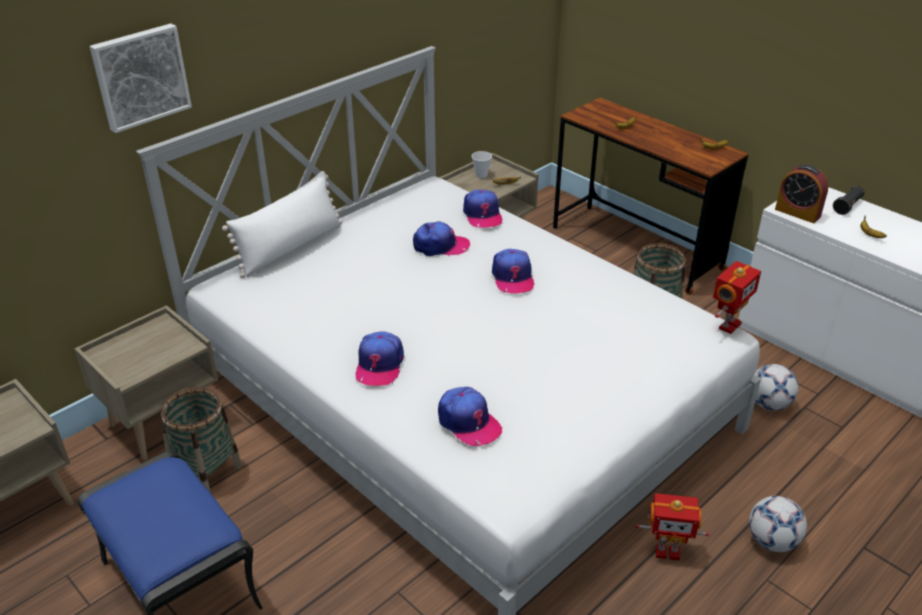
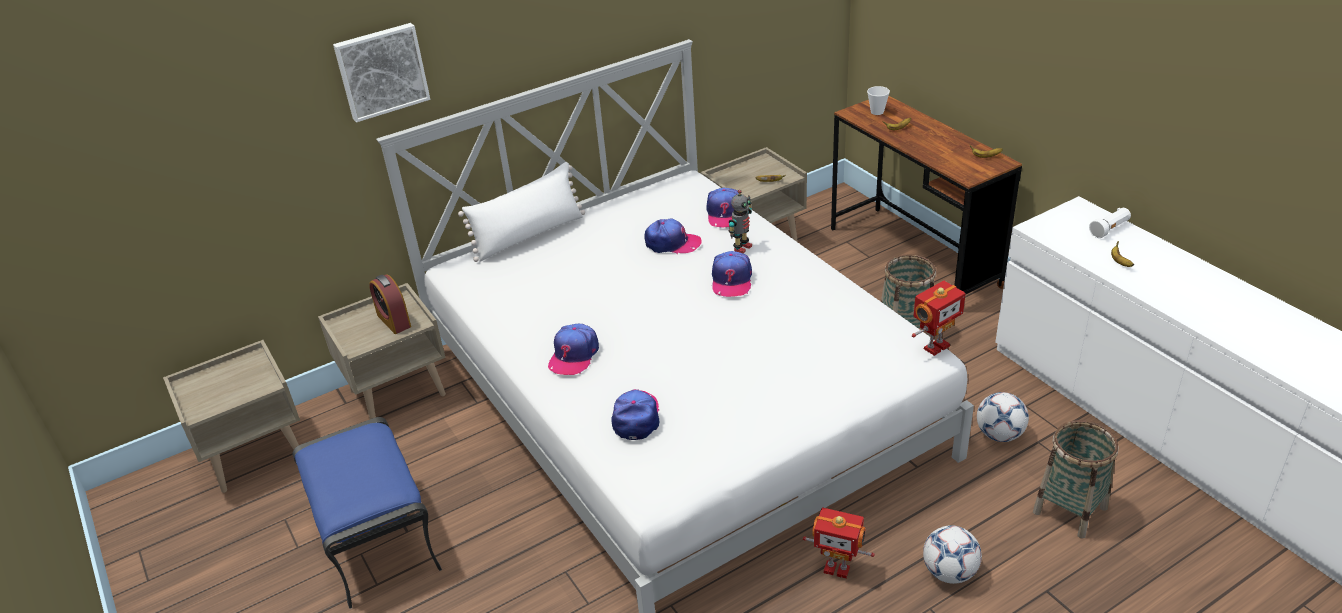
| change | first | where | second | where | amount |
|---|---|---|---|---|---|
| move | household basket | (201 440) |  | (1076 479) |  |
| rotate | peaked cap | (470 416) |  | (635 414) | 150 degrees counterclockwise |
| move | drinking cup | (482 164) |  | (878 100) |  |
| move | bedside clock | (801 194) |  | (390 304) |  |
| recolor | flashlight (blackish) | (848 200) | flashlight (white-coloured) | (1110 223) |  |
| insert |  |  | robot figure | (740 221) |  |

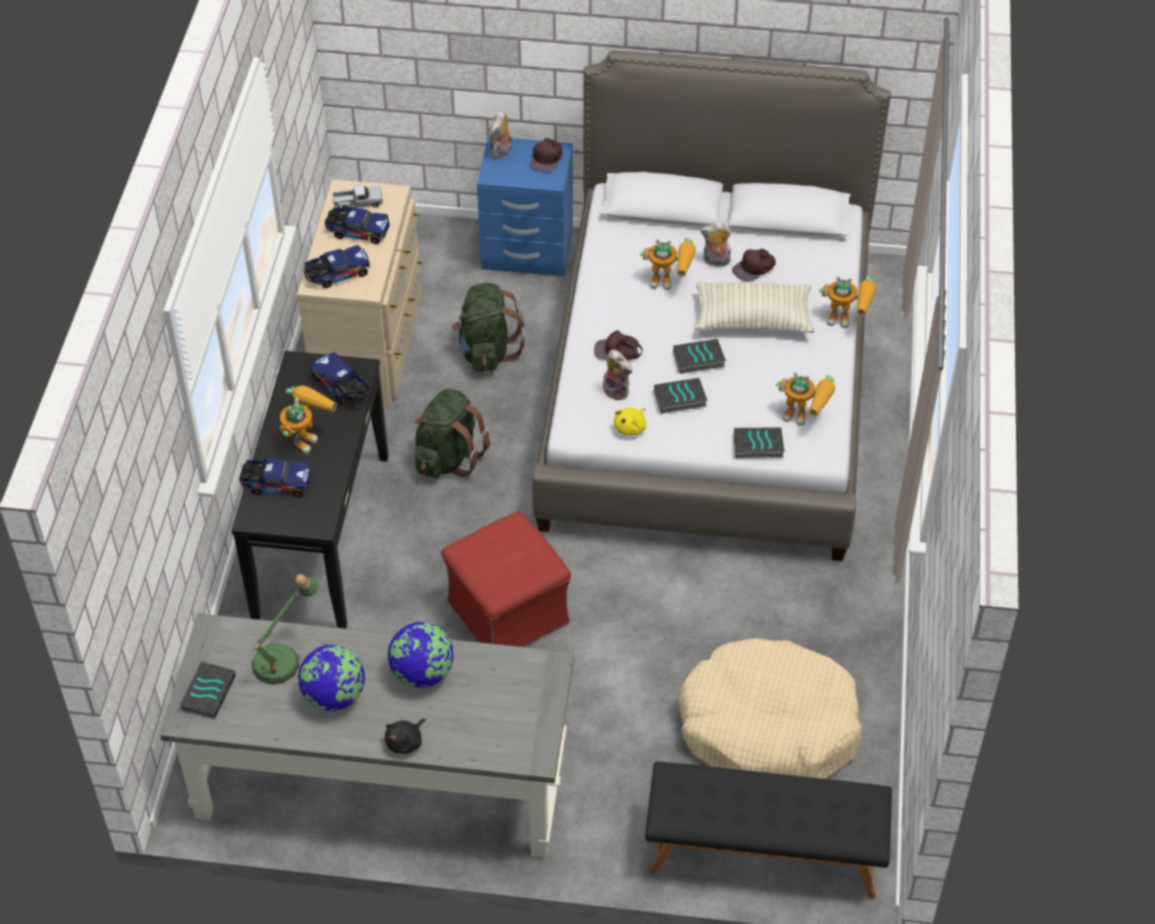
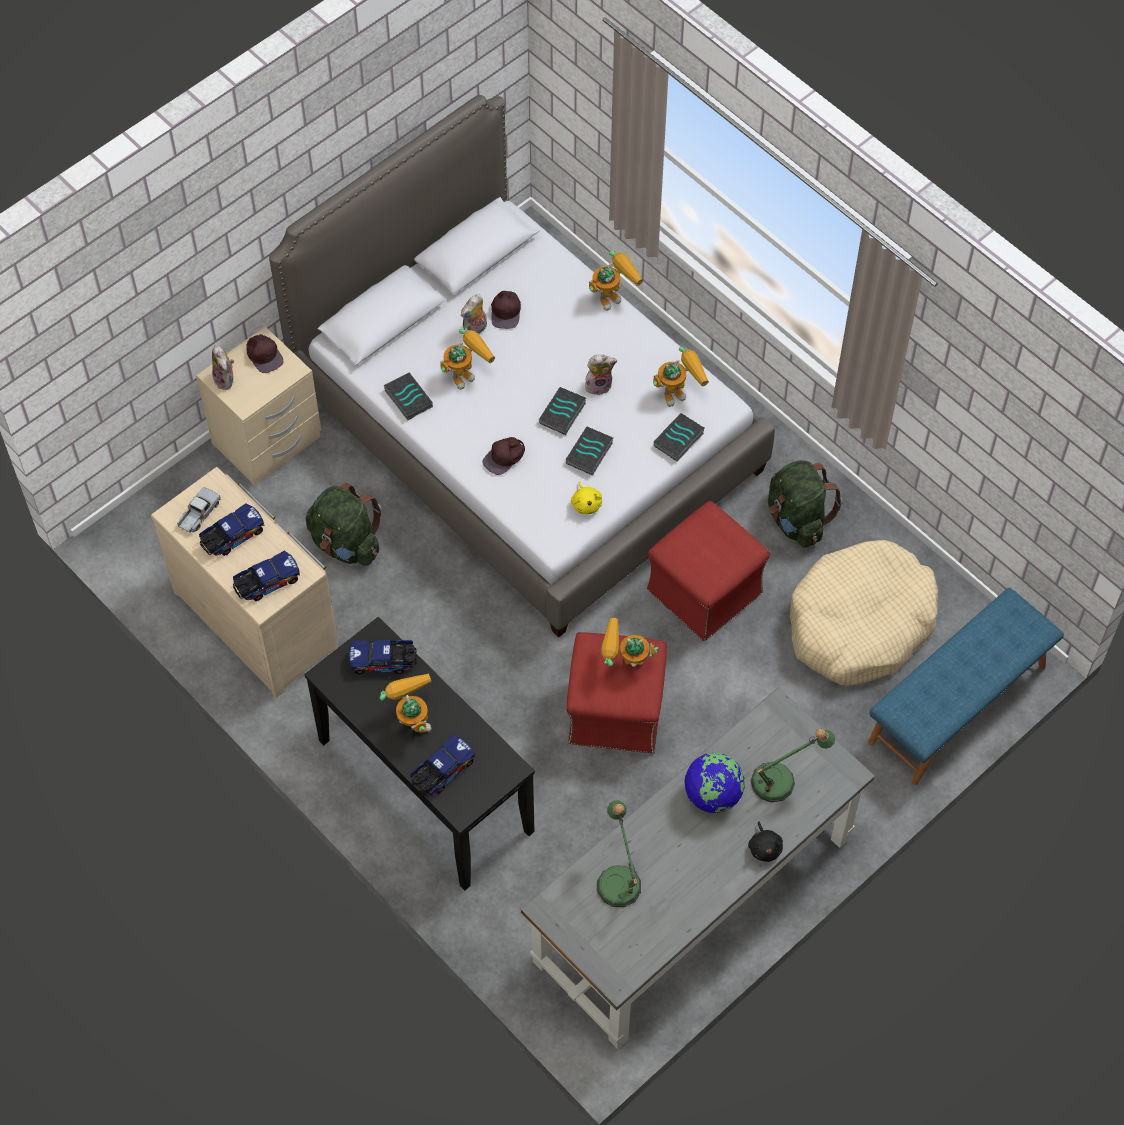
| change | first | where | second | where | amount |
|---|---|---|---|---|---|
| move | book | (207 690) |  | (408 396) |  |
| delete | desk globe | (331 678) |  |  |  |
| rotate | toy truck | (337 266) |  | (266 575) | 45 degrees clockwise |
| move | rucksack (green-coloured) | (452 433) |  | (805 504) |  |
| recolor | night table (bluish) | (525 206) | night table (beige-coloured) | (258 406) |  |
| move | soft toy | (617 375) |  | (601 374) |  |
| recolor | long seat (blackish) | (768 830) | long seat (bluish) | (966 686) |  |
| delete | pillow | (754 307) |  |  |  |
| insert |  |  | robot figure | (629 642) |  |
| insert |  |  | ottoman (reddish) | (708 571) |  |
| insert |  |  | table lamp | (793 765) |  |

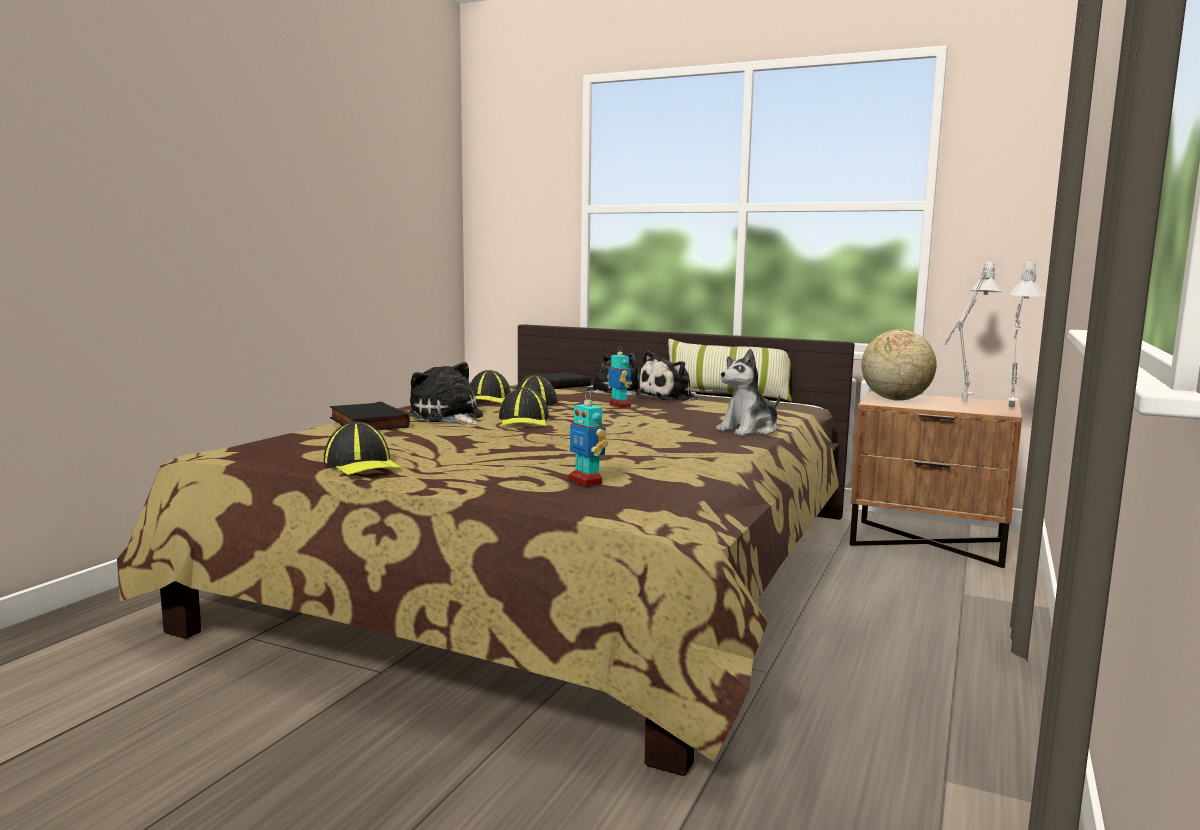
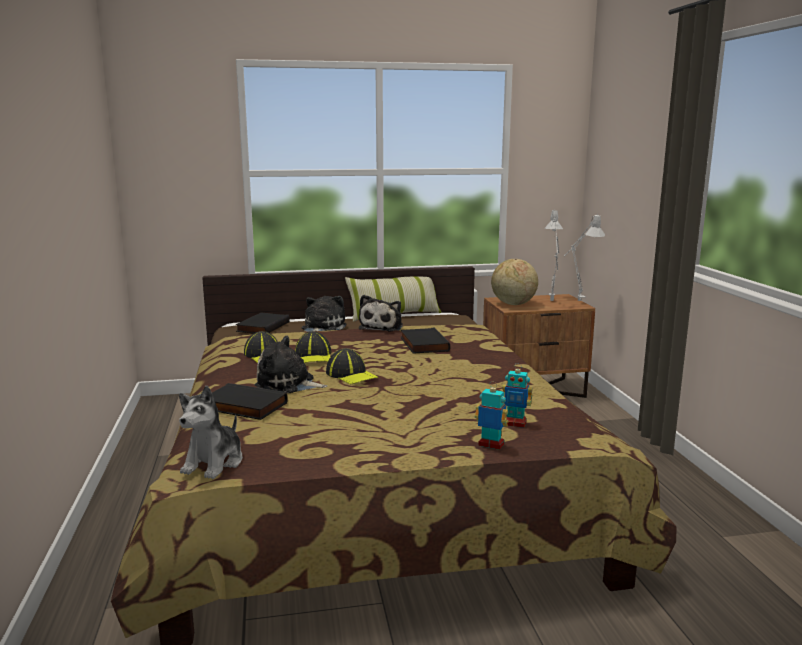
| change | first | where | second | where | amount |
|---|---|---|---|---|---|
| delete | peaked cap | (363 448) |  |  |  |
| move | robot figure | (619 379) |  | (492 415) |  |
| move | soft toy | (748 392) |  | (211 432) |  |
| insert |  |  | book (blackish) | (425 340) |  |

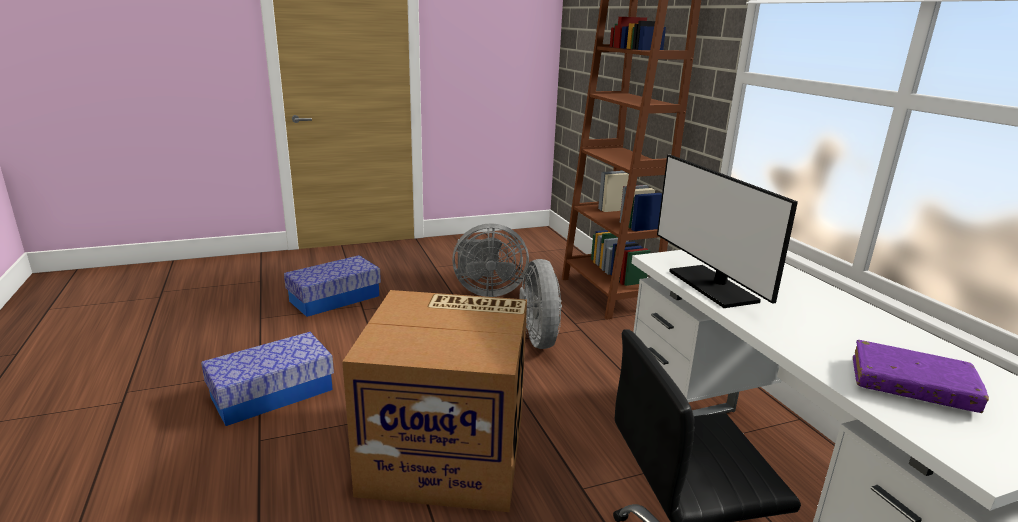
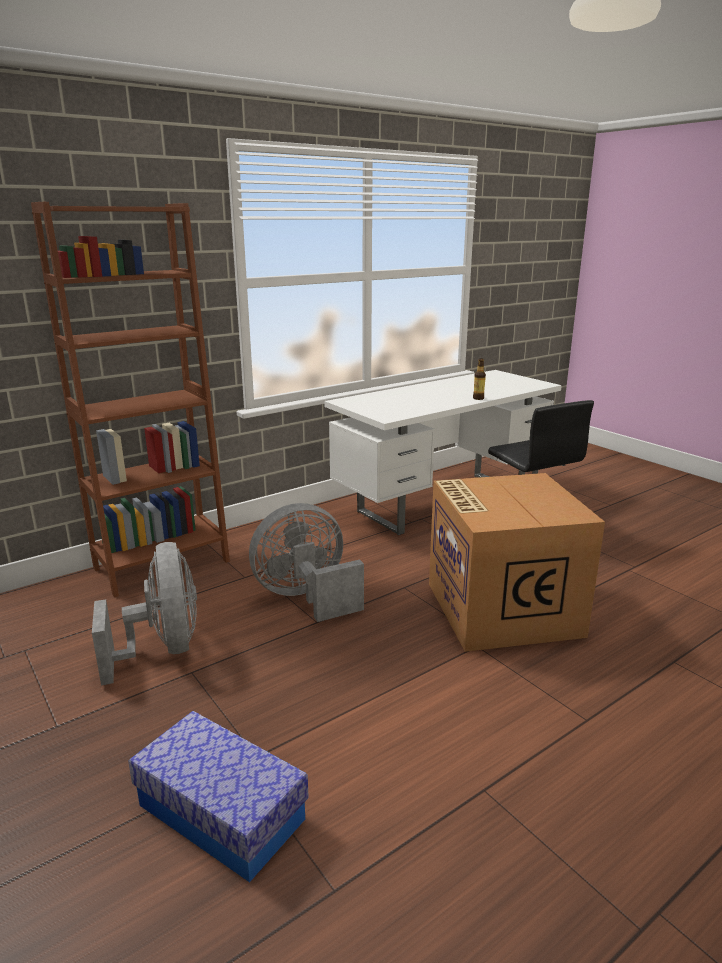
| change | first | where | second | where | amount |
|---|---|---|---|---|---|
| delete | storage bin | (267 379) |  |  |  |
| delete | computer screen | (727 231) |  |  |  |
| delete | book (purple) | (921 376) |  |  |  |
| insert |  |  | bottle | (479 379) |  |

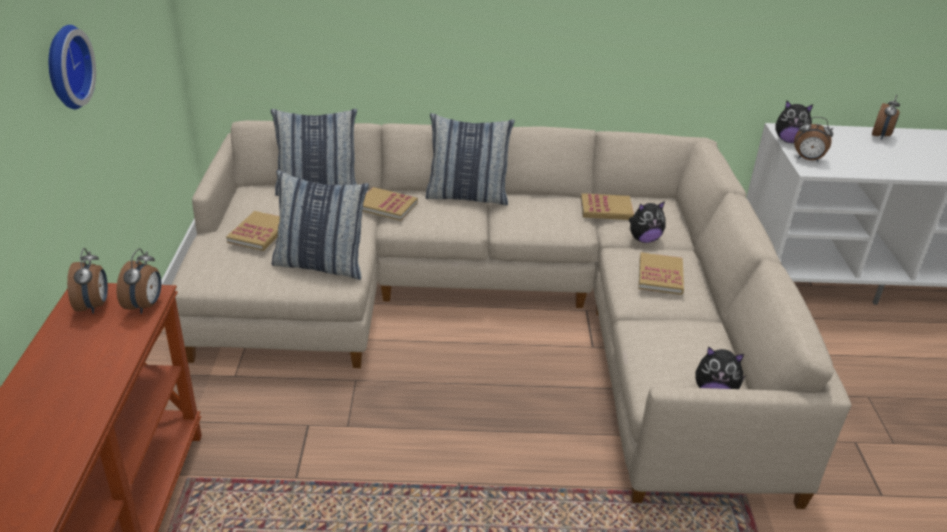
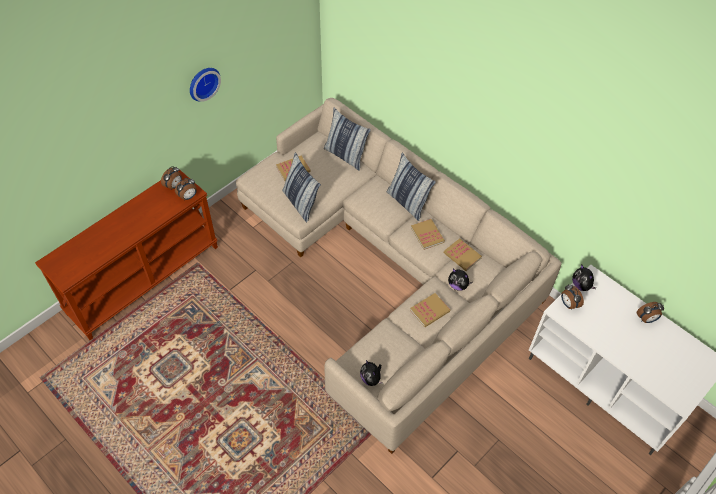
| change | first | where | second | where | amount |
|---|---|---|---|---|---|
| move | book | (390 204) |  | (428 234) |  |

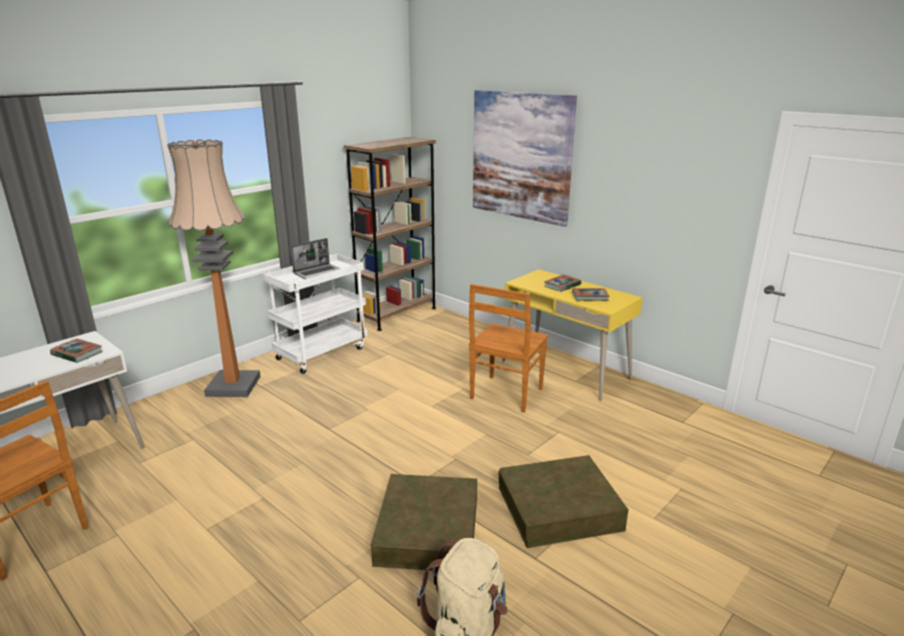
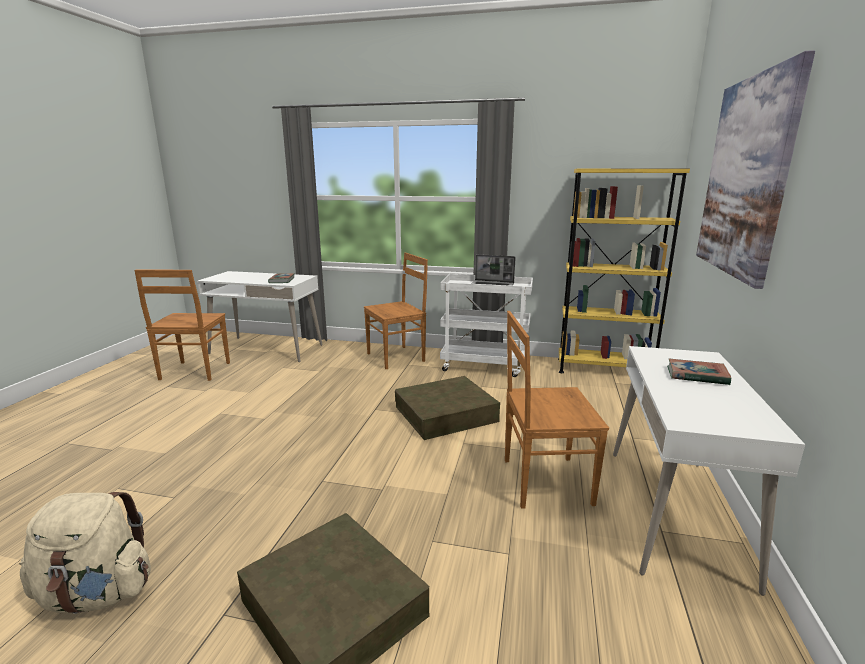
| change | first | where | second | where | amount |
|---|---|---|---|---|---|
| replace | floor lamp | (214 268) | plain chair (brown) | (396 311) |  |
| recolor | bookcase (brown) | (390 234) | bookcase (yellow-coloured) | (624 270) |  |
| move | storage bin (brown) | (424 522) |  | (447 408) |  |
| recolor | desk unit (yellow-coloured) | (572 335) | desk unit (white-coloured) | (709 471) |  |
| delete | book | (591 294) |  |  |  |

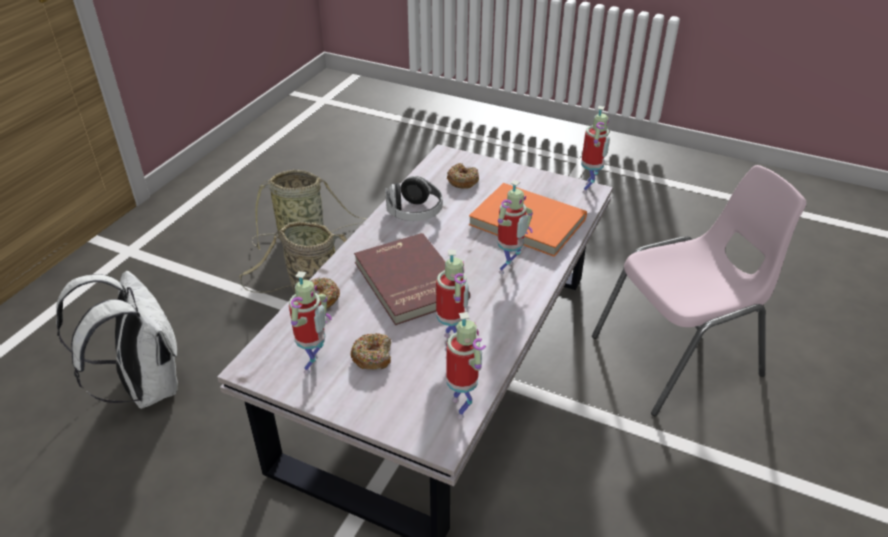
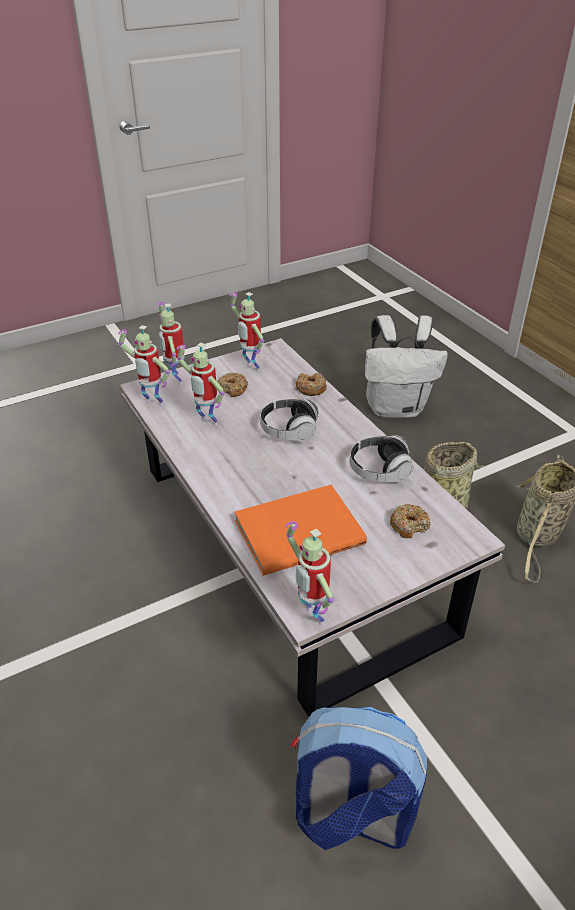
| change | first | where | second | where | amount |
|---|---|---|---|---|---|
| replace | book (reddish) | (412 279) | pair of headphones | (289 420) |  |
| move | robot figure | (515 227) |  | (170 343) |  |
| delete | plain chair (pink-coloured) | (699 290) |  |  |  |
| insert |  |  | rucksack | (359 778) |  |

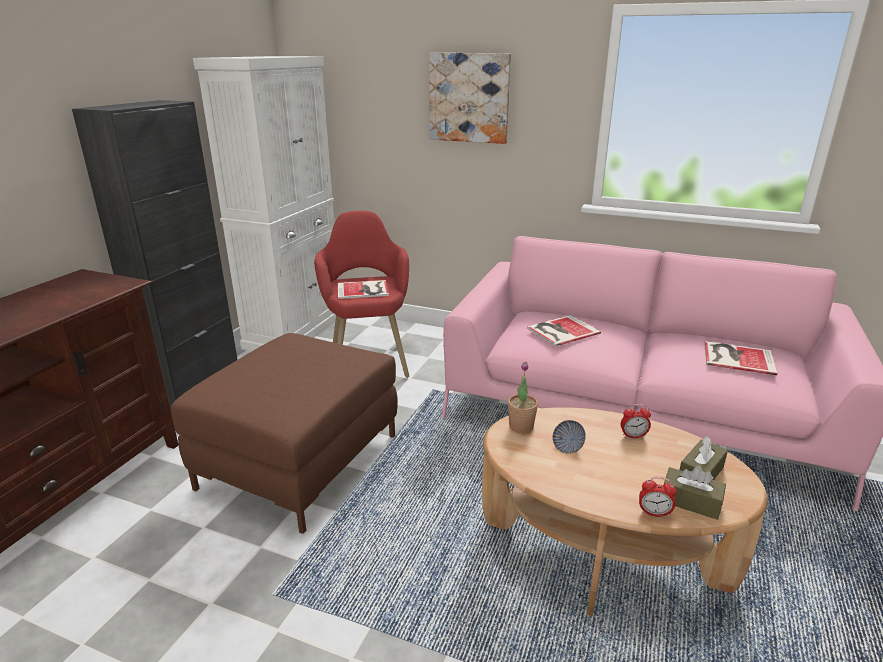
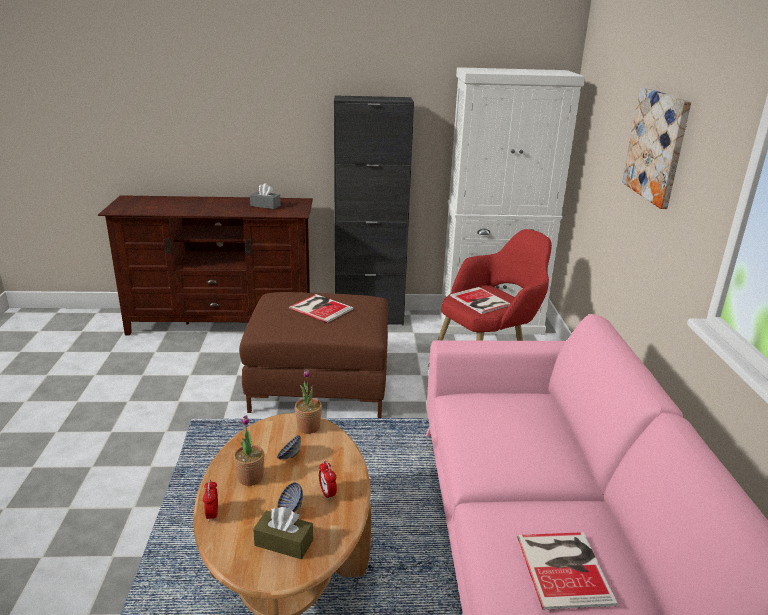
| change | first | where | second | where | amount |
|---|---|---|---|---|---|
| move | book | (564 330) |  | (321 308) |  |
| delete | tissue box (brown) | (695 493) |  |  |  |
| insert |  |  | houseplant | (248 450) |  |
| insert |  |  | tissue box (grey) | (265 196) |  |
| insert |  |  | deep dish | (290 497) |  |

